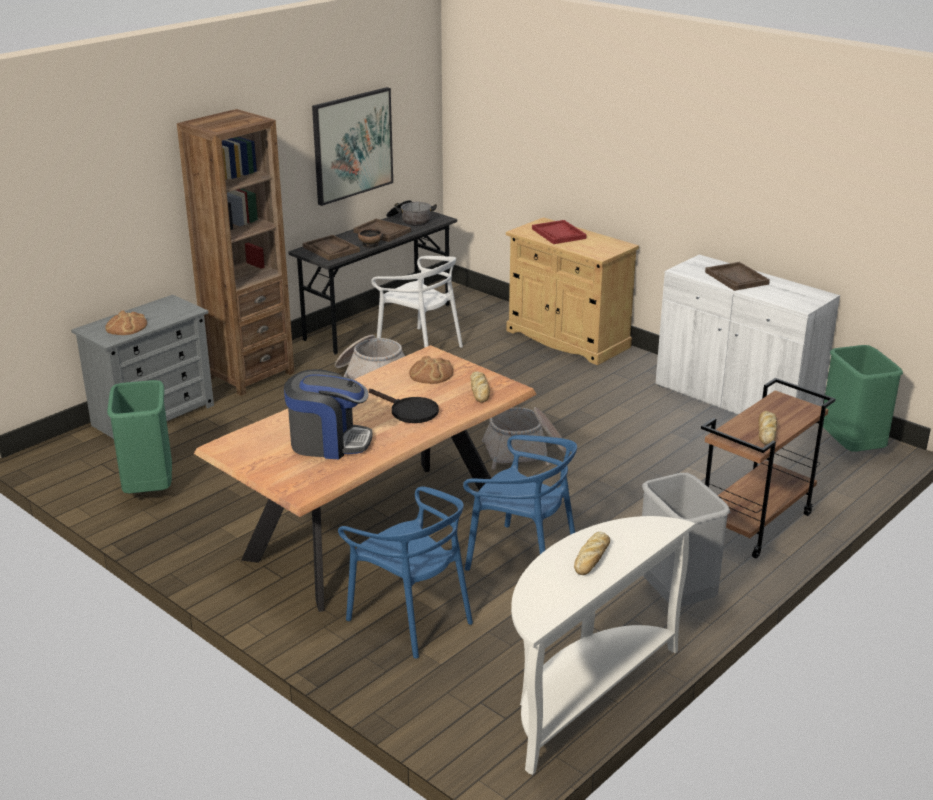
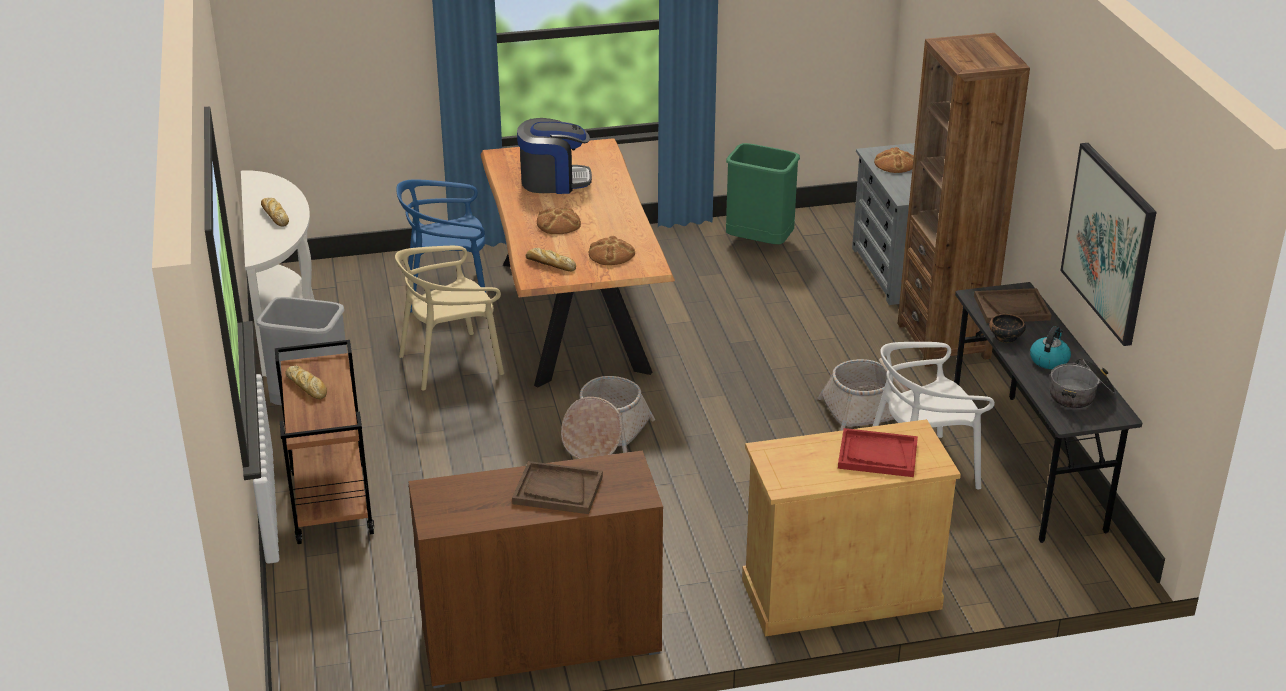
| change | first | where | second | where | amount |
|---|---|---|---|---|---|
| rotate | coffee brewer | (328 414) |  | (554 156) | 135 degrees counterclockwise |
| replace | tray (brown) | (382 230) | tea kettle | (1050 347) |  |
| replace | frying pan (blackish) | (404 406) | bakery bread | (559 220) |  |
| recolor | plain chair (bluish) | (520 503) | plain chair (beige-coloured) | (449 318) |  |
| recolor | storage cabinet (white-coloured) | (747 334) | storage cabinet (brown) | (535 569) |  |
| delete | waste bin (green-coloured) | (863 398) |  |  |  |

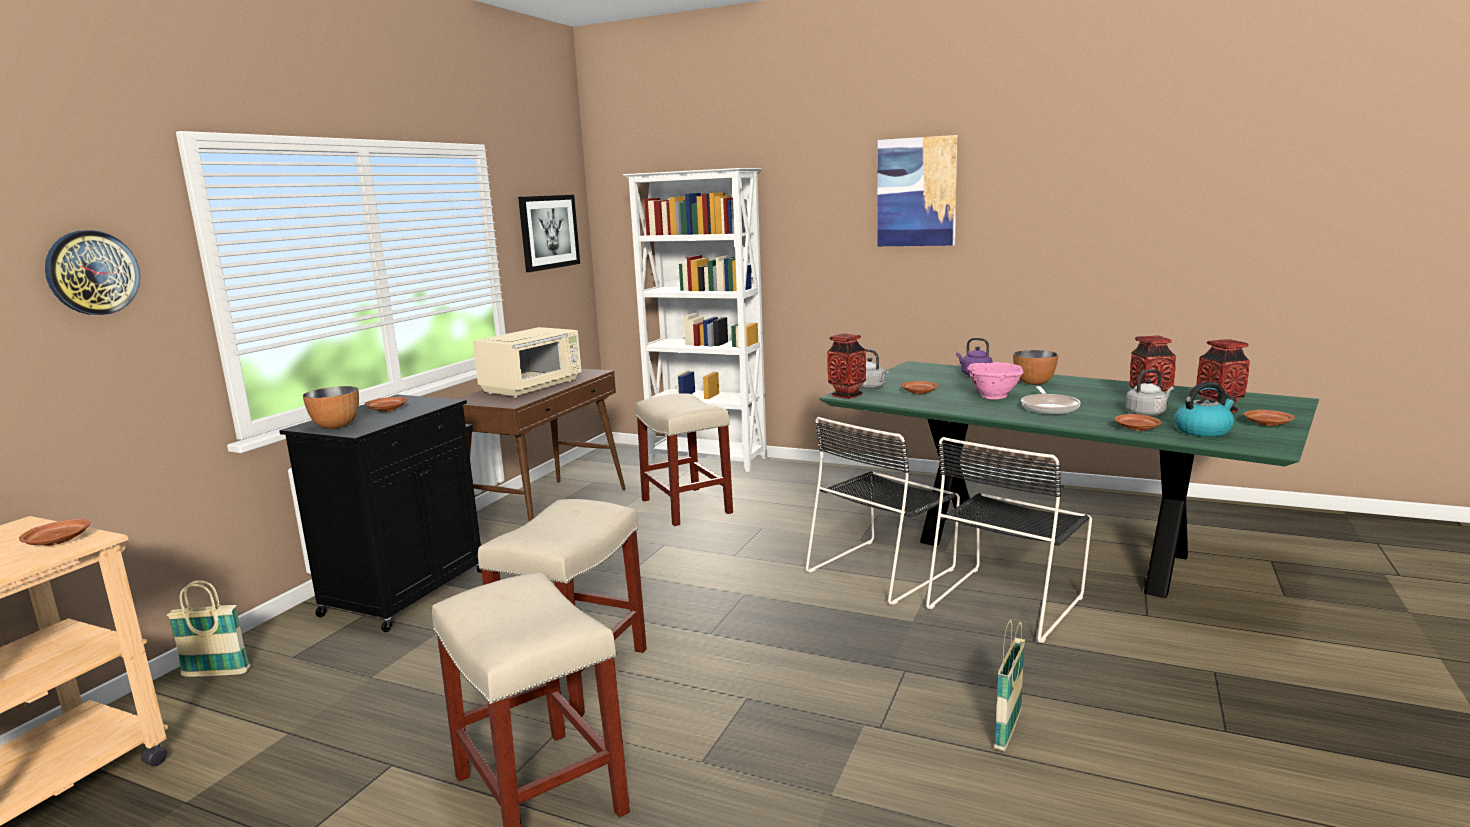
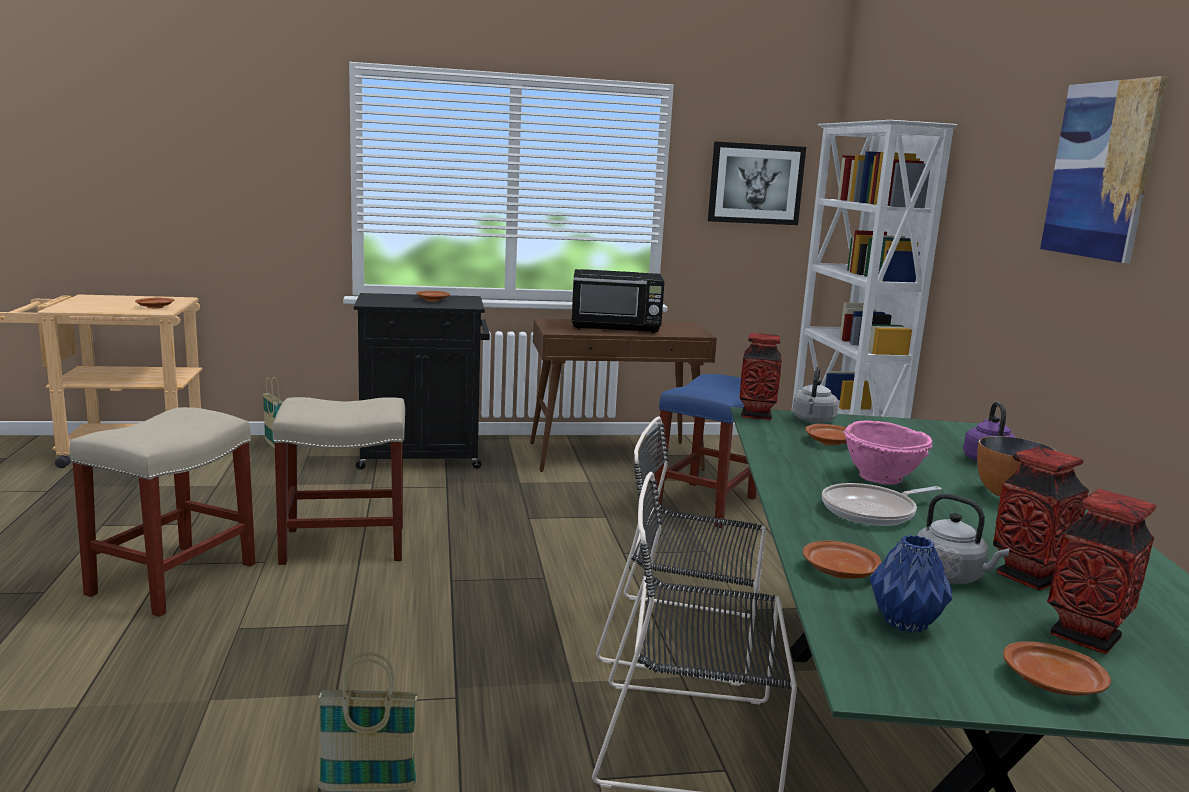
| change | first | where | second | where | amount |
|---|---|---|---|---|---|
| delete | wall clock | (92 272) |  |  |  |
| delete | deep dish | (331 407) |  |  |  |
| recolor | kitchen microwave (beige-coloured) | (527 362) | kitchen microwave (blackish) | (618 301) |  |
| recolor | sitting stool (beige-coloured) | (684 459) | sitting stool (bluish) | (704 451) |  |
| replace | tea kettle | (1205 409) | flower vase (bluish) | (911 584) |  |

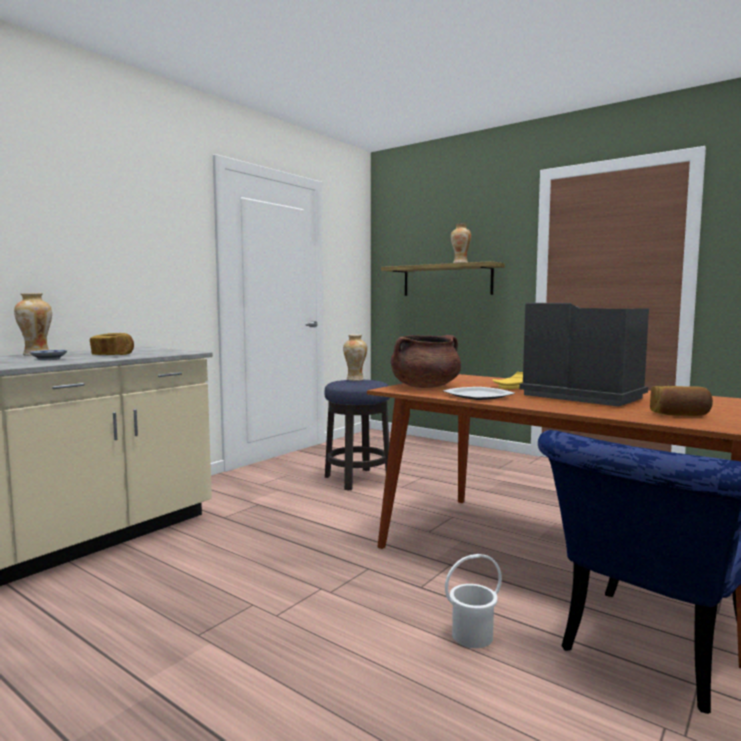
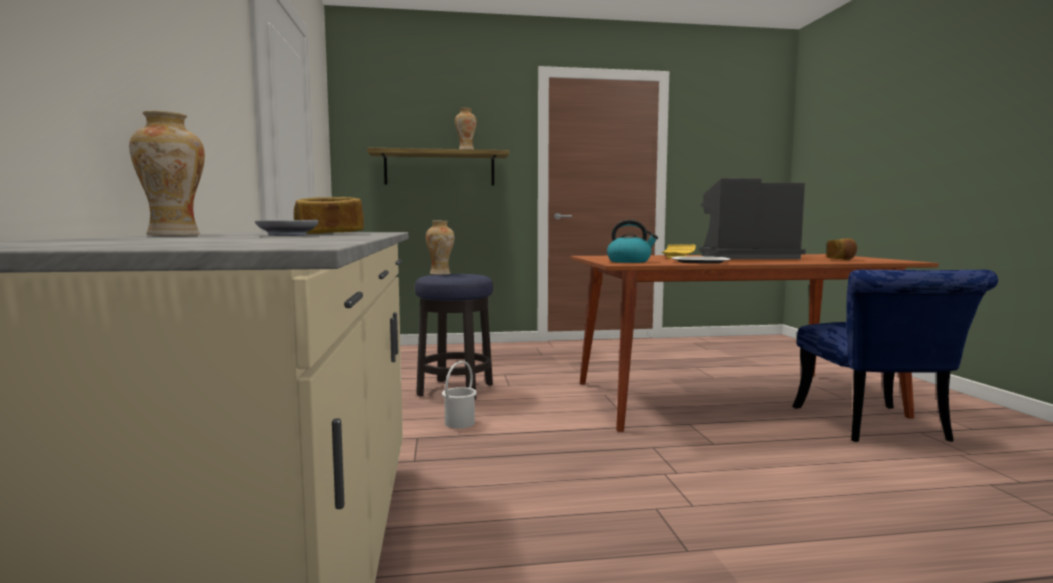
| change | first | where | second | where | amount |
|---|---|---|---|---|---|
| replace | stockpot (brown) | (426 361) | tea kettle | (632 241) |  |
| move | pail (white-coloured) | (473 601) |  | (459 395) |  |

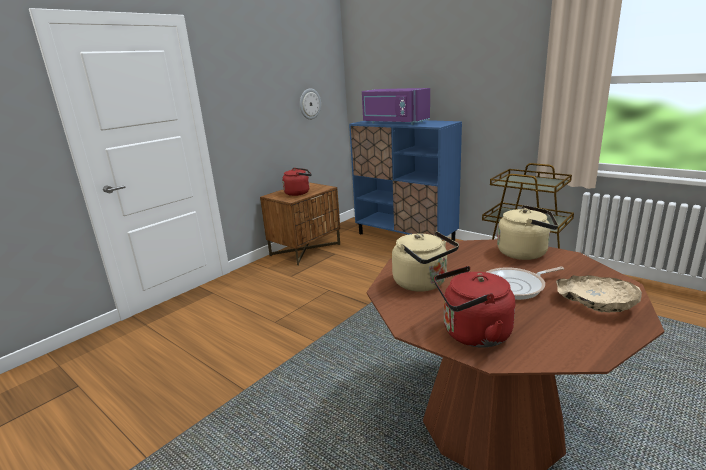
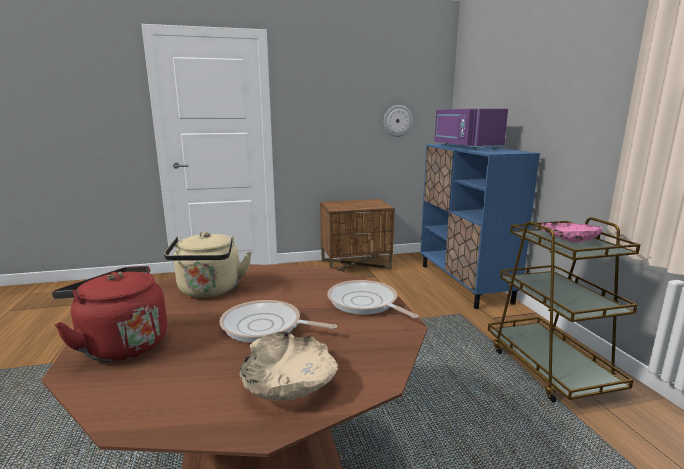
| change | first | where | second | where | amount |
|---|---|---|---|---|---|
| delete | tea kettle (reddish) | (296 182) |  |  |  |
| replace | tea kettle (beige-coloured) | (527 232) | frying pan | (373 299) |  |
| insert |  |  | deep dish (pink-coloured) | (572 232) |  |

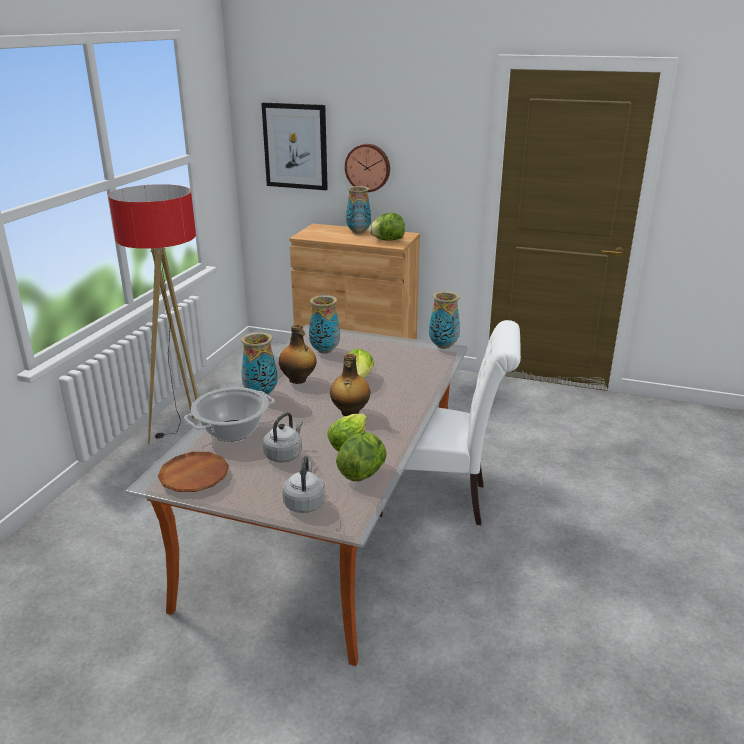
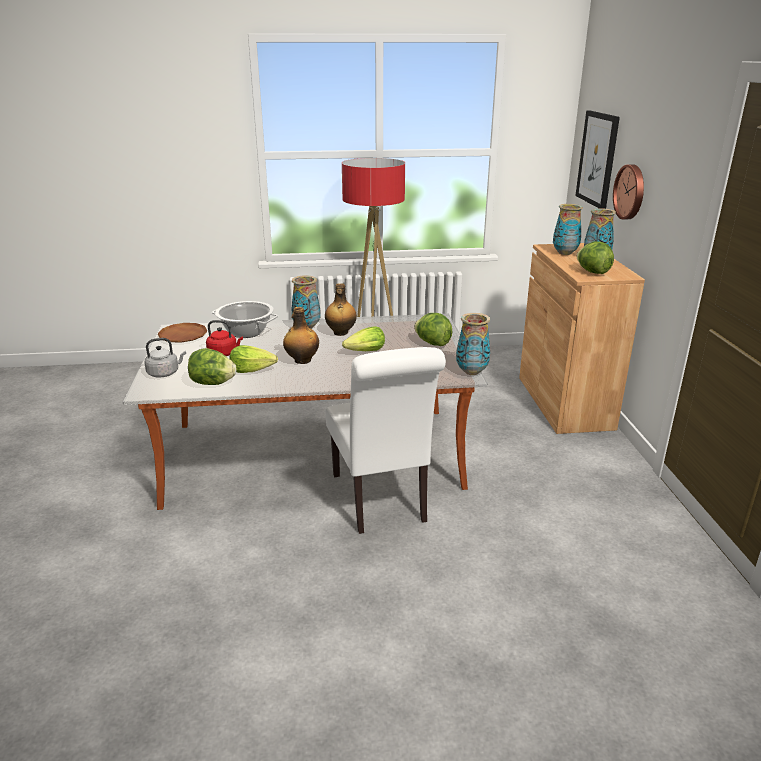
| change | first | where | second | where | amount |
|---|---|---|---|---|---|
| recolor | tea kettle (grey) | (283 437) | tea kettle (reddish) | (224 338) |  |
| move | flower vase | (324 324) |  | (568 229) |  |
| insert |  |  | head of lettuce | (433 329) |  |

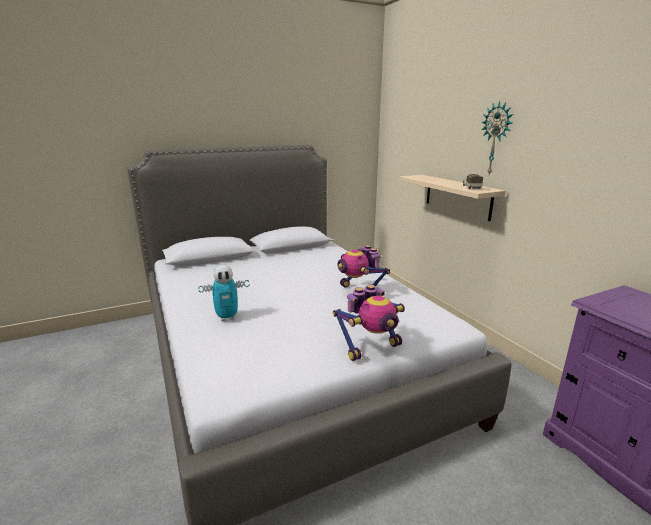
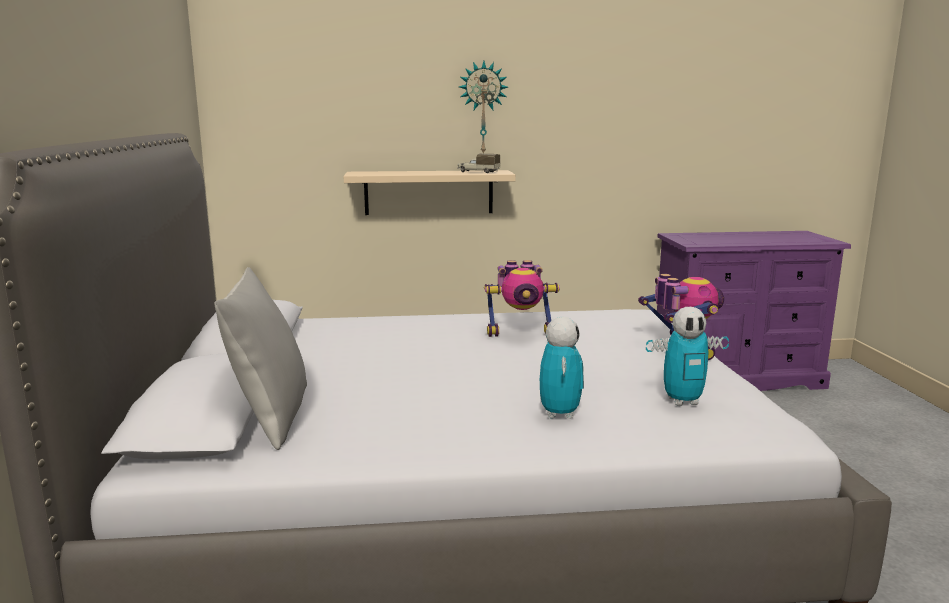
| change | first | where | second | where | amount |
|---|---|---|---|---|---|
| insert |  |  | pillow (grey) | (260 358) |  |
| insert |  |  | robot figure | (687 356) |  |

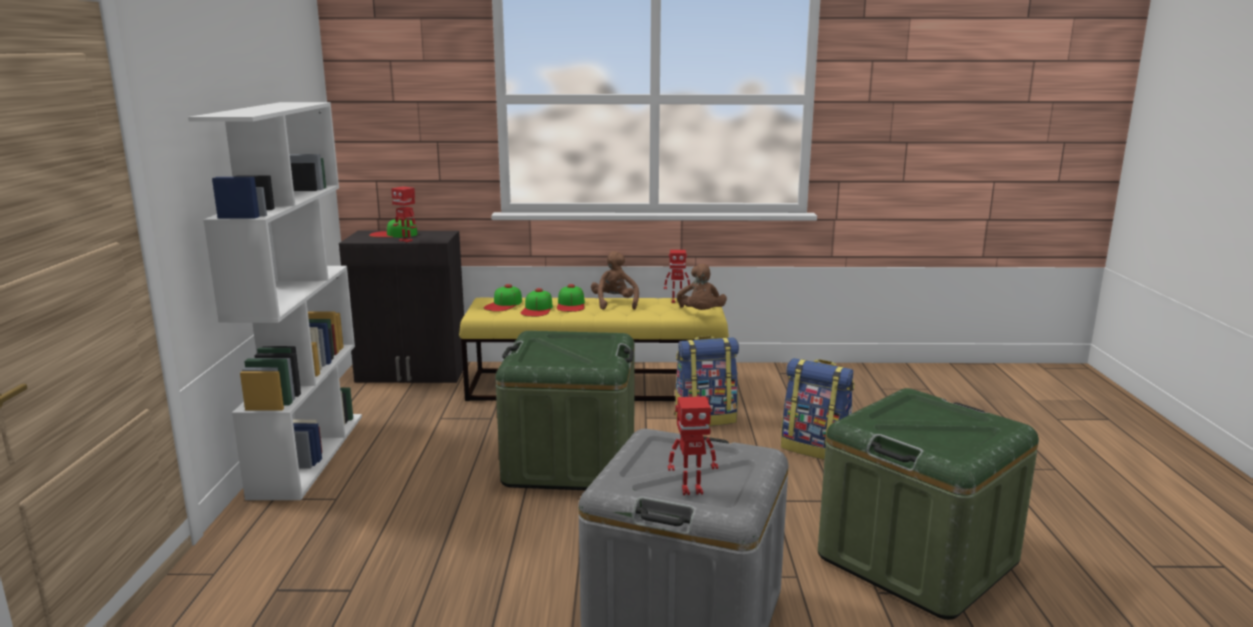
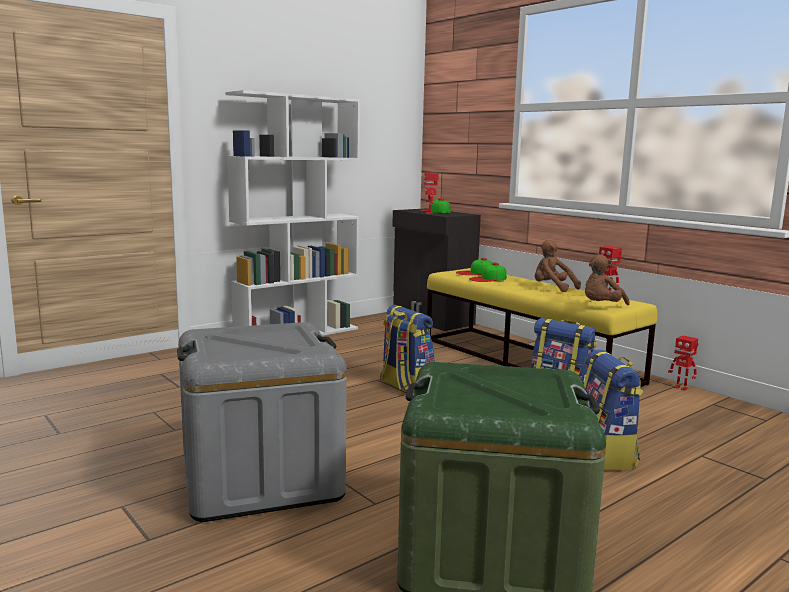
| change | first | where | second | where | amount |
|---|---|---|---|---|---|
| replace | storage bin (green-coloured) | (565 410) | rucksack | (407 349) |  |
| delete | peaked cap | (571 298) |  |  |  |
| rotate | soft toy (brown) | (615 280) |  | (558 266) | 90 degrees counterclockwise |
| move | robot figure | (693 445) |  | (683 363) |  |

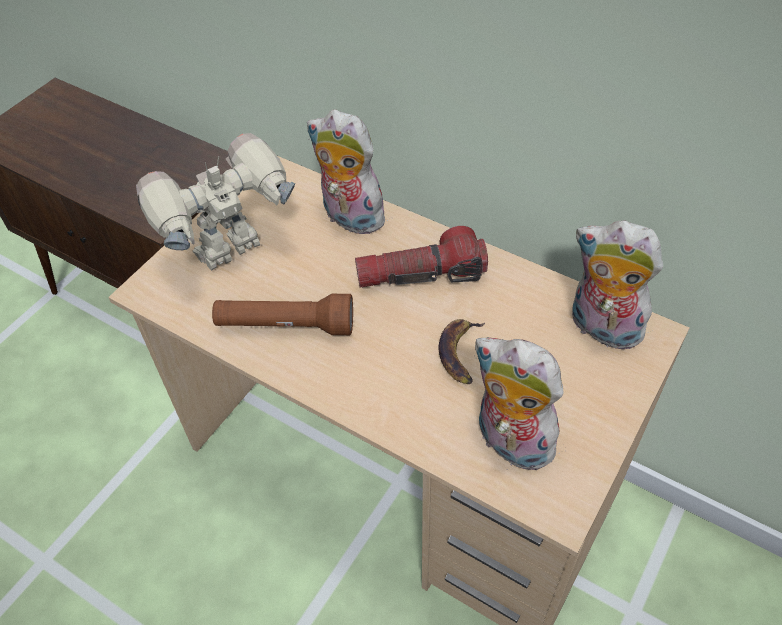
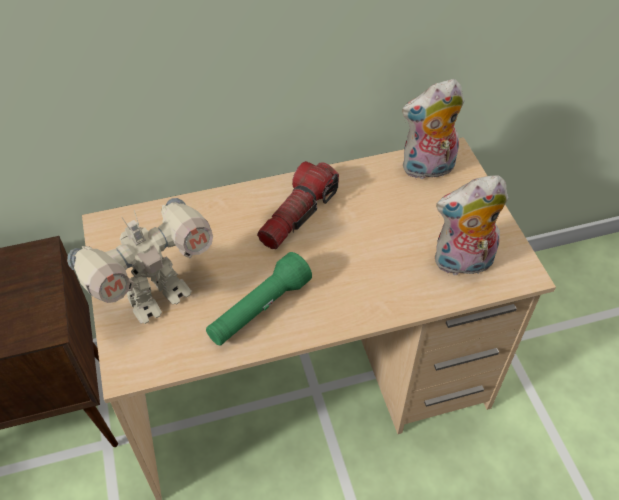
| change | first | where | second | where | amount |
|---|---|---|---|---|---|
| rotate | robot figure | (215 202) |  | (140 261) | 135 degrees counterclockwise |
| recolor | flashlight (brown) | (282 314) | flashlight (green-coloured) | (259 298) |  |
| delete | soft toy | (350 172) |  |  |  |
| delete | whole banana | (461 351) |  |  |  |

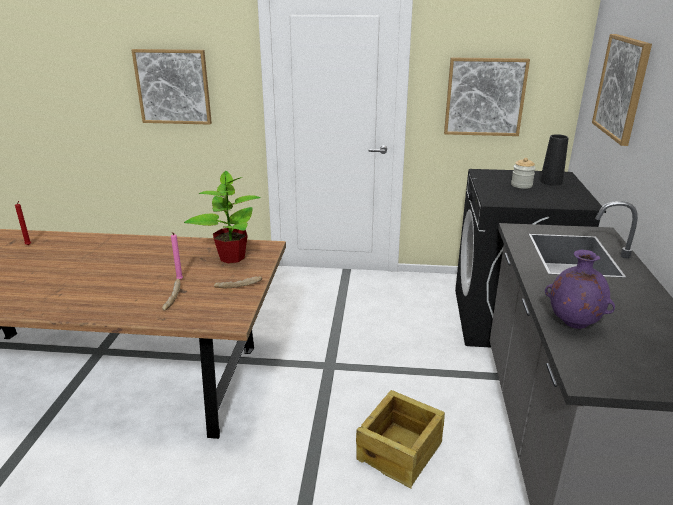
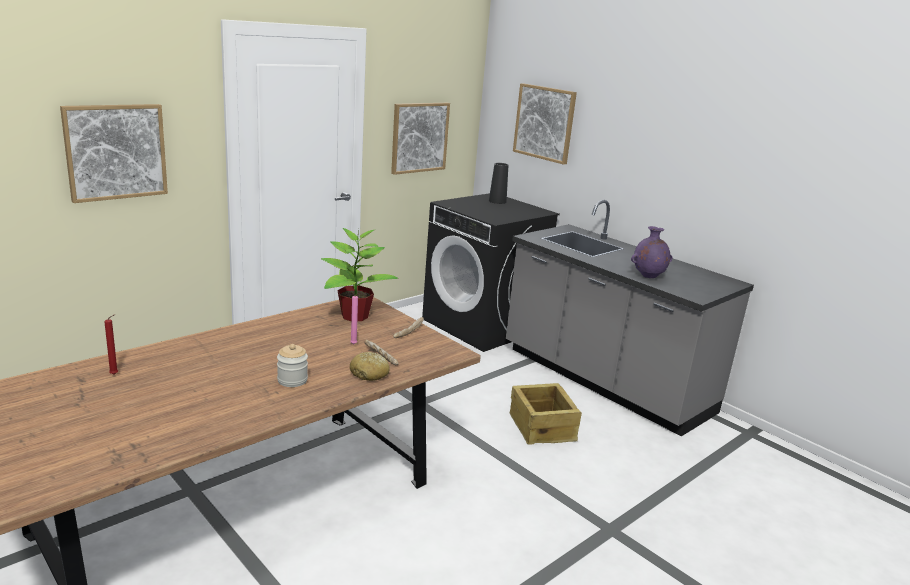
| change | first | where | second | where | amount |
|---|---|---|---|---|---|
| move | preserve jar | (523 173) |  | (292 365) |  |
| insert |  |  | bakery bread | (370 366) |  |

